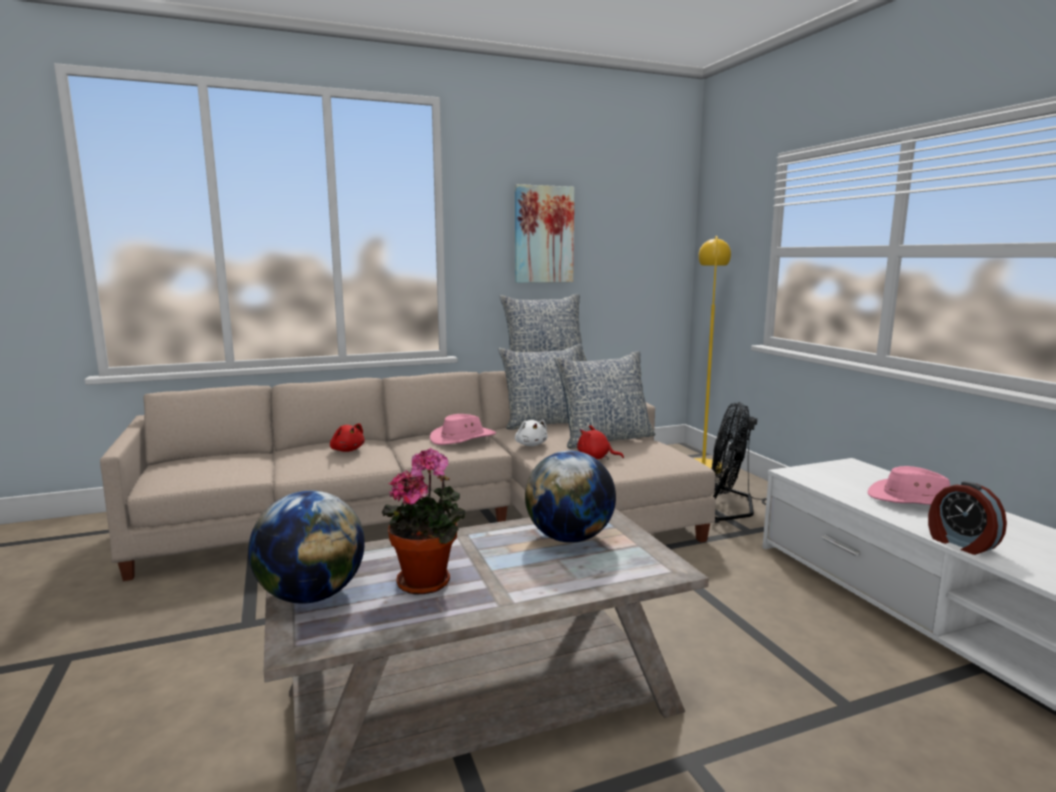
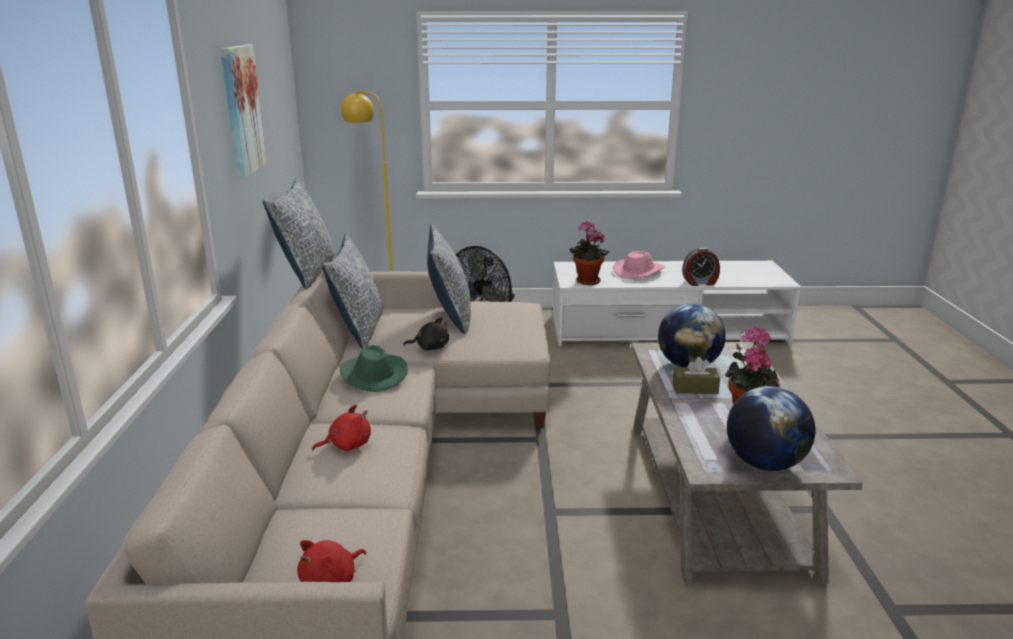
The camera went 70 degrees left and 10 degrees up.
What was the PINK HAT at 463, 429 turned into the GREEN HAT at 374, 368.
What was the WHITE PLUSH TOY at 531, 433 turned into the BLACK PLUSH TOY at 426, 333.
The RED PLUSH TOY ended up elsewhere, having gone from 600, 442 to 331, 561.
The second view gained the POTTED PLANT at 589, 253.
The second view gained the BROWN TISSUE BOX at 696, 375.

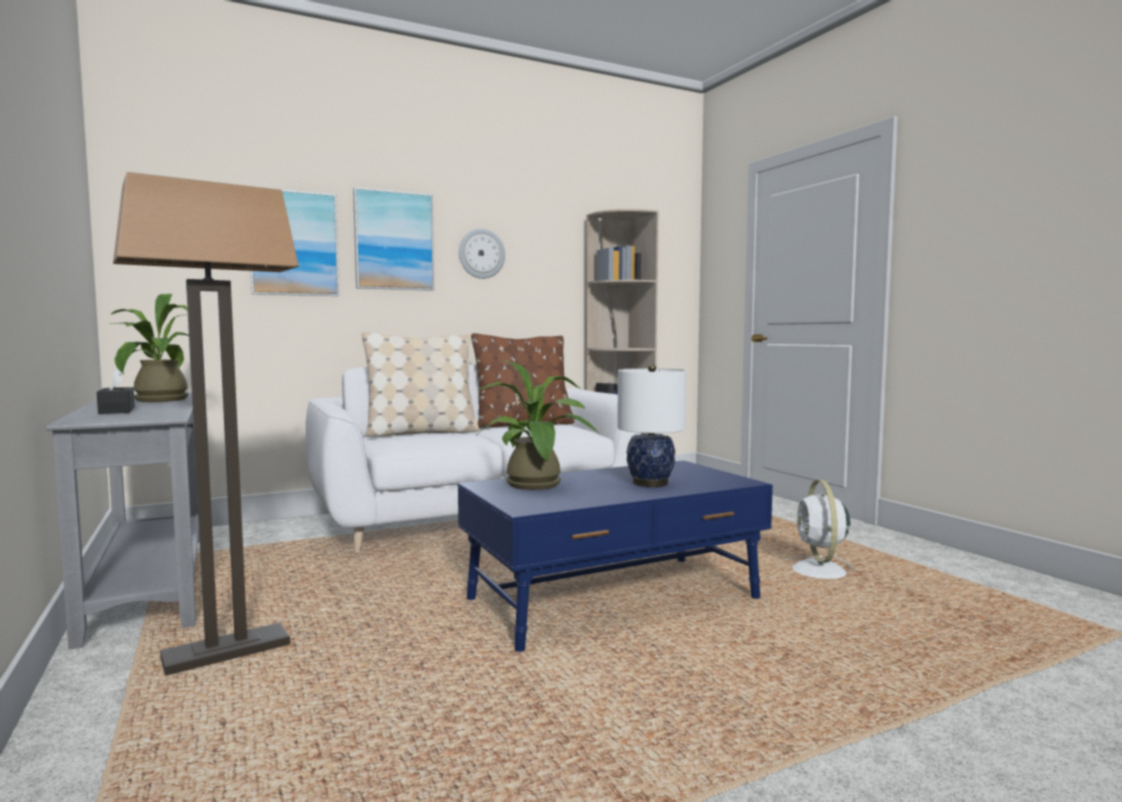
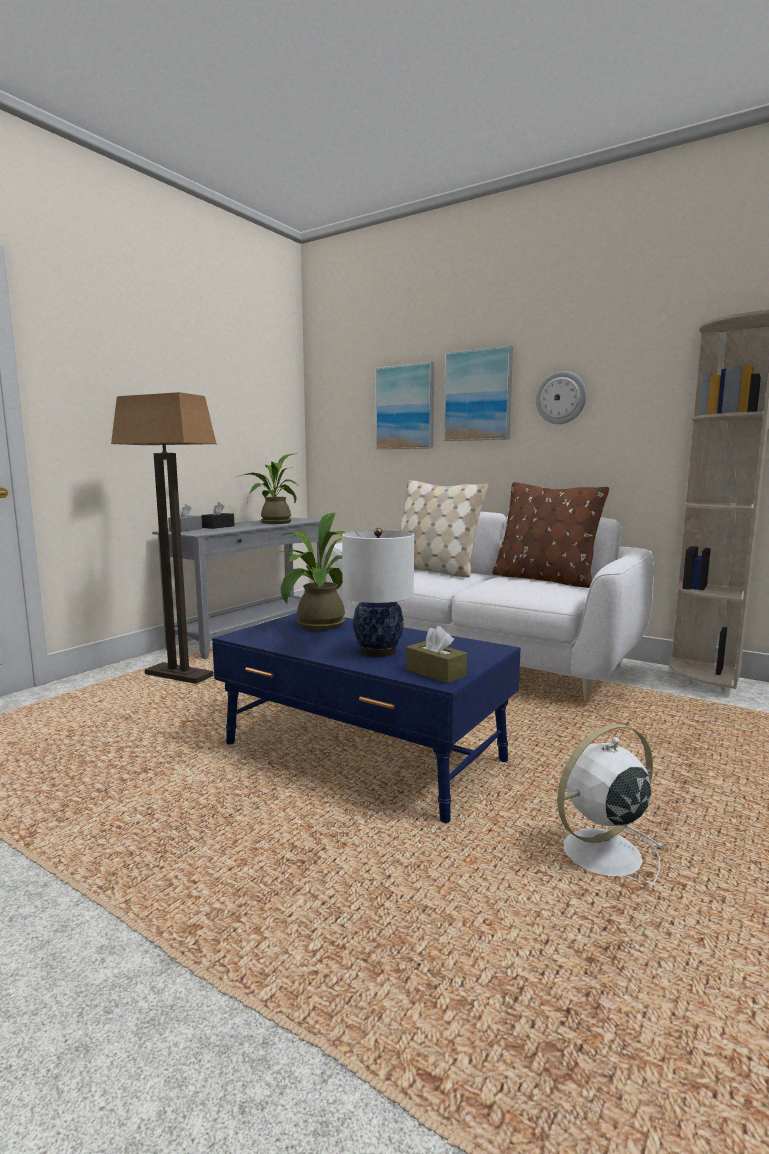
The camera went 60 degrees right and 5 degrees up.
The second view gained the GREY TISSUE BOX at 185, 518.
The second view gained the BROWN TISSUE BOX at 437, 655.

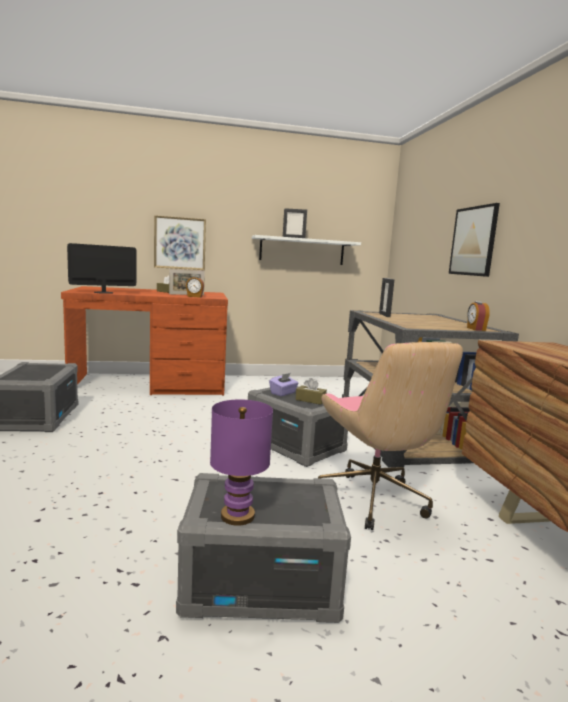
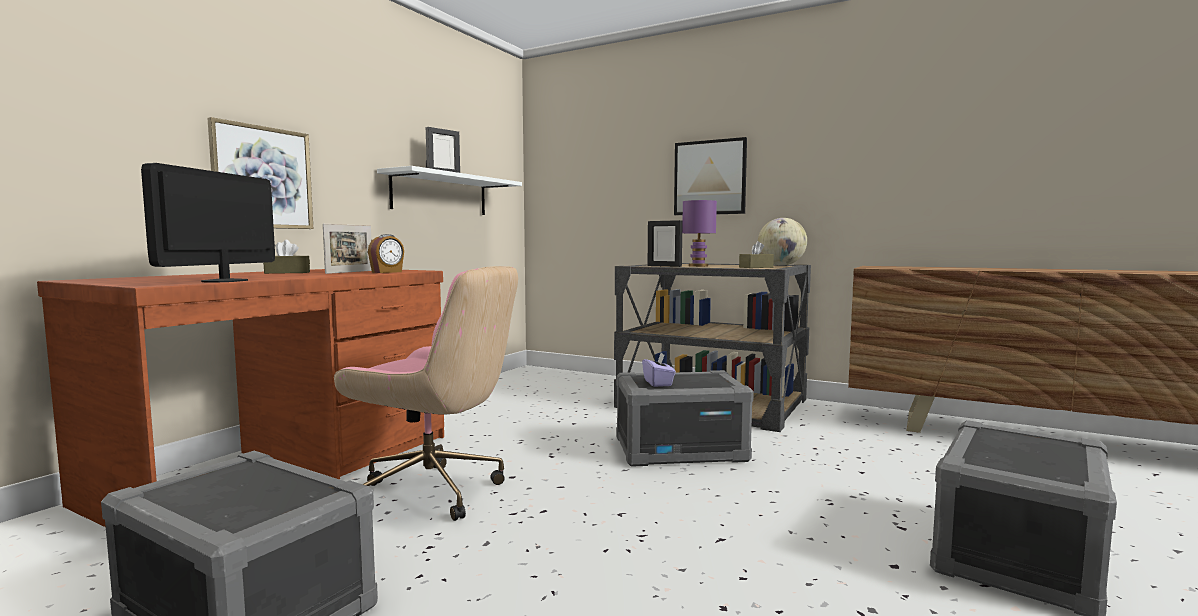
The camera went 50 degrees left and 5 degrees down.
The PURPLE TABLE LAMP ended up elsewhere, having gone from 241, 462 to 699, 233.
The BROWN TISSUE BOX ended up elsewhere, having gone from 311, 391 to 756, 254.
The PINK OFFICE CHAIR ended up elsewhere, having gone from 390, 436 to 426, 393.
Where the ALARM CLOCK stood at 478, 316, the GLOBE came to stand at 782, 242.

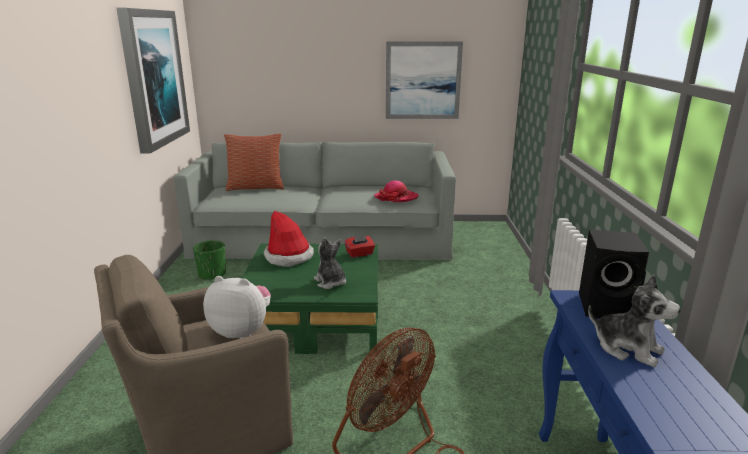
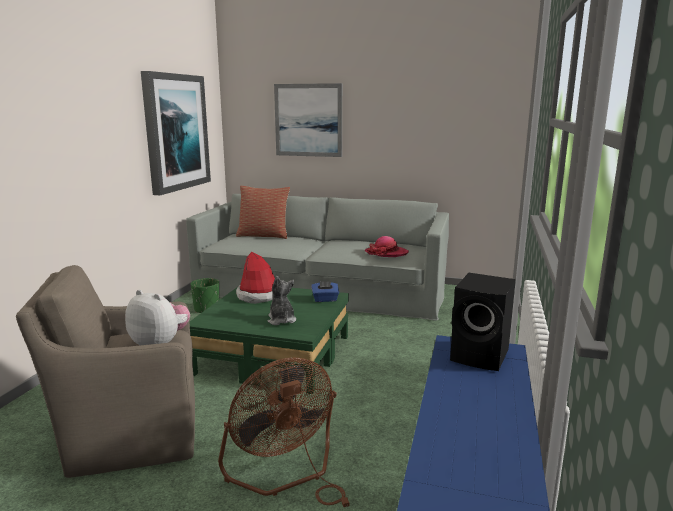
The camera went 15 degrees right and 5 degrees down.
What was the RED TISSUE BOX at 359, 246 turned into the BLUE TISSUE BOX at 325, 291.
The PICTURE ended up elsewhere, having gone from 424, 80 to 308, 120.
The second view lost the PLUSH TOY at 634, 321.

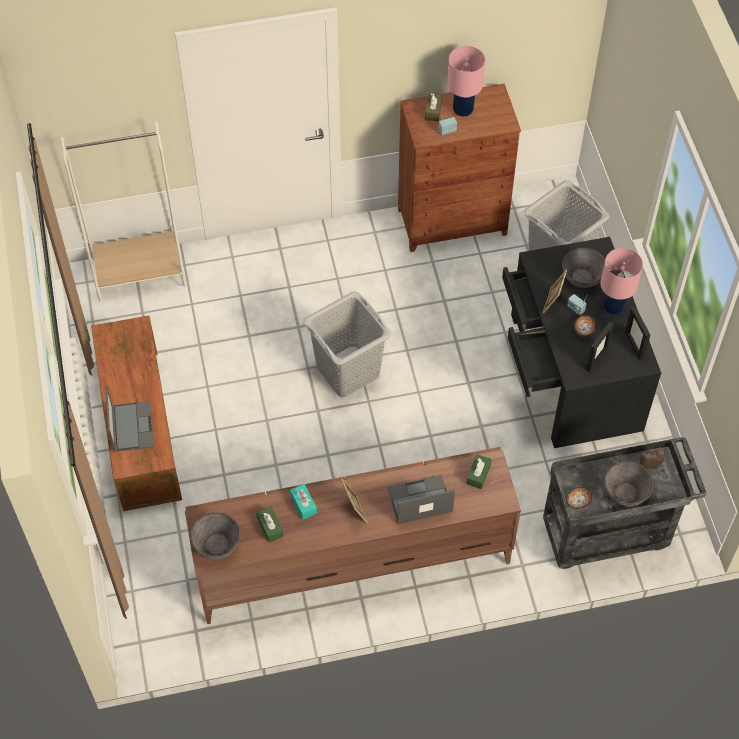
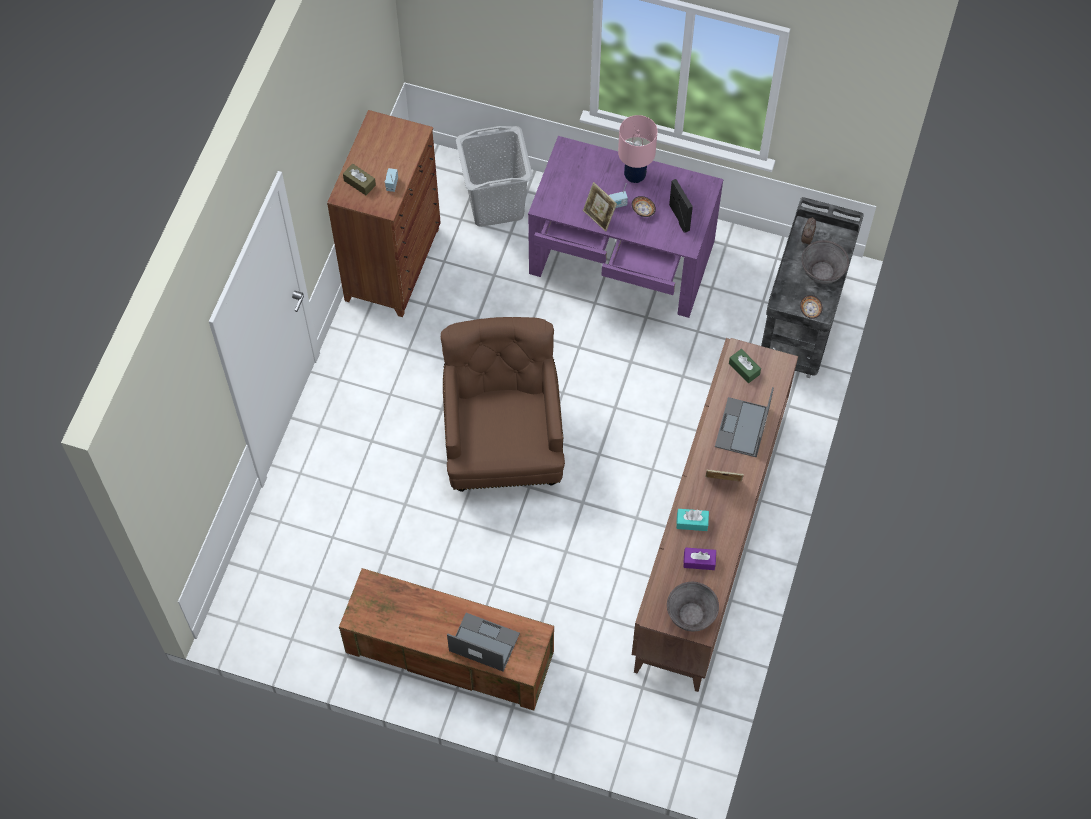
The camera went 60 degrees left and 5 degrees up.
The second view lost the CLOTHES RACK at 123, 211.
What was the GREEN TISSUE BOX at 269, 524 turned into the PURPLE TISSUE BOX at 699, 558.
Where the GREY LAUNDRY BASKET stood at 347, 344, the BROWN ARMCHAIR came to stand at 502, 404.
The second view lost the PINK TABLE LAMP at 466, 81.
What was the BLACK DESK at 581, 342 turned into the PURPLE DESK at 626, 227.
The second view lost the GREY BOWL at 583, 268.
The second view lost the PICTURE FRAME at 637, 333.

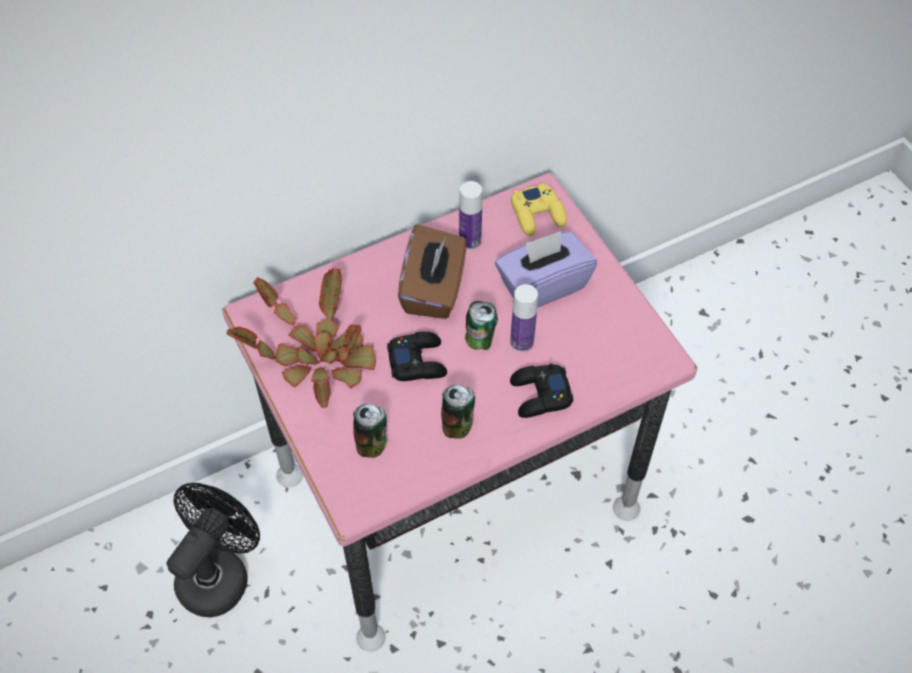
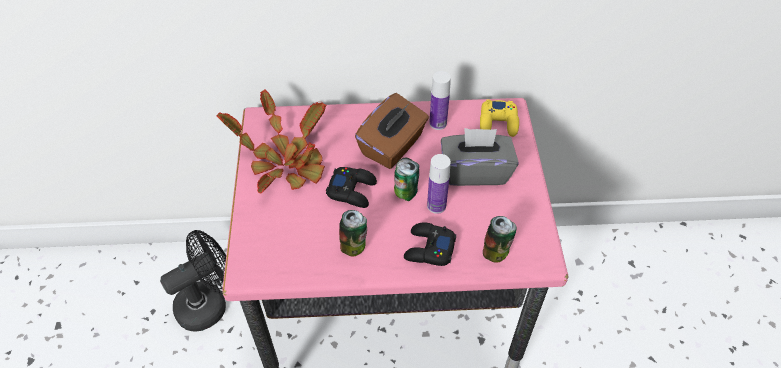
The camera went 25 degrees right and 5 degrees down.
The CAN ended up elsewhere, having gone from 370, 431 to 500, 239.
What was the PURPLE TISSUE BOX at 546, 269 turned into the GREY TISSUE BOX at 479, 157.

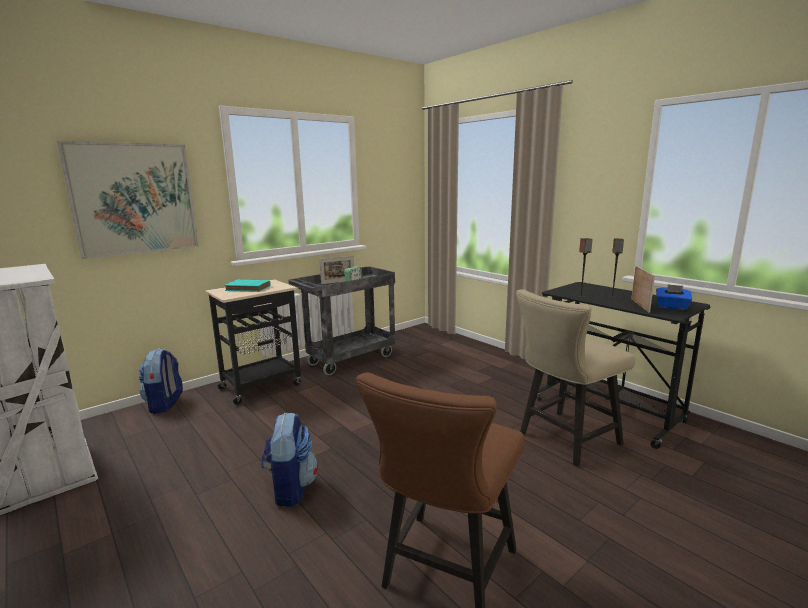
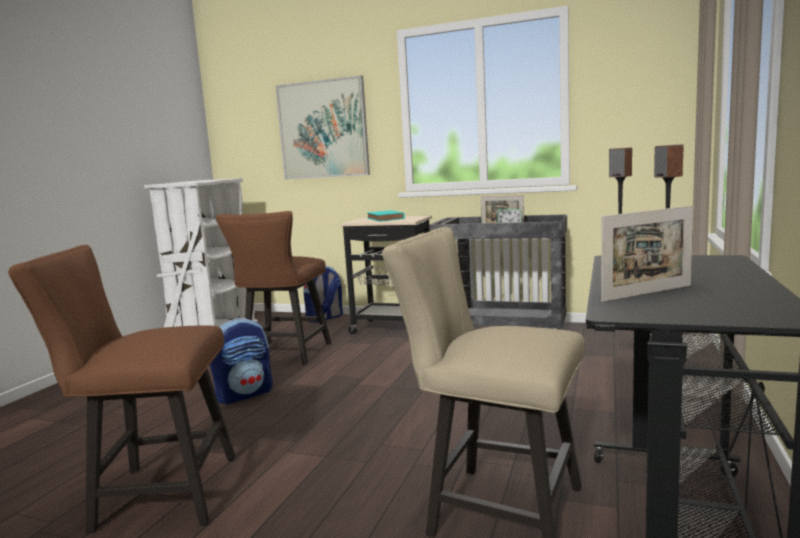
The camera went 60 degrees right and 5 degrees down.
The second view lost the BLUE TISSUE BOX at 674, 297.
The second view gained the BROWN CHAIR at 274, 288.

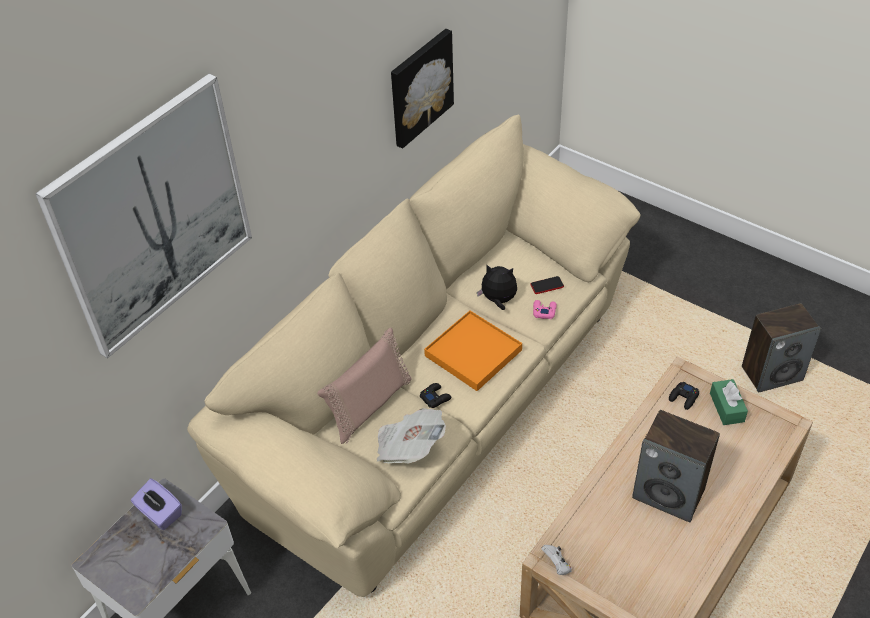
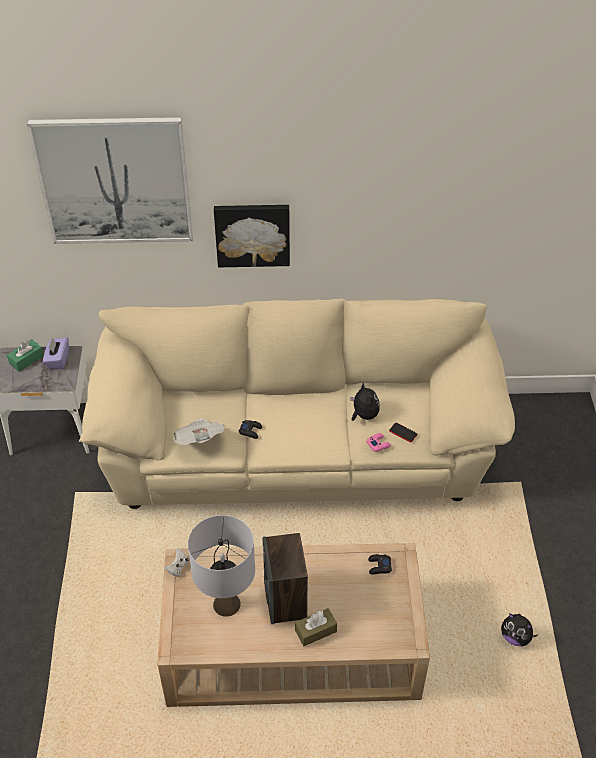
The camera went 50 degrees right and 0 degrees up.
The second view lost the BEIGE PILLOW at 364, 386.
The PICTURE ended up elsewhere, having gone from 422, 89 to 252, 236.
The second view lost the ORANGE TRAY at 473, 350.
The GREEN TISSUE BOX ended up elsewhere, having gone from 729, 402 to 25, 355.
Where the SPEAKER stood at 781, 348, the PLUSH TOY came to stand at 519, 630.
The second view gained the GREY TABLE LAMP at 221, 566.
The second view gained the BROWN TISSUE BOX at 316, 627.

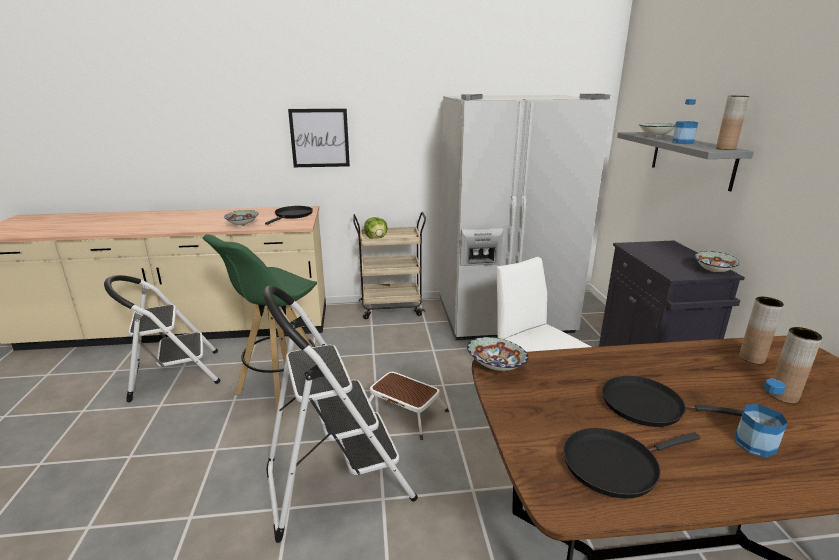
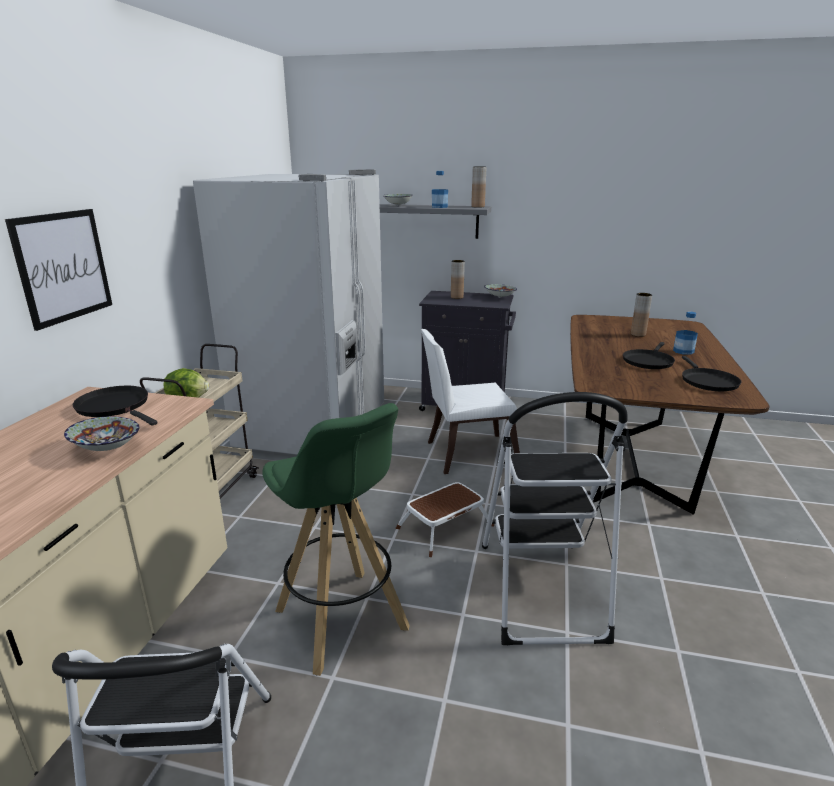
The camera went 70 degrees left and 0 degrees up.
The second view lost the BOWL at 497, 354.
The BROWN VASE ended up elsewhere, having gone from 761, 330 to 458, 279.

